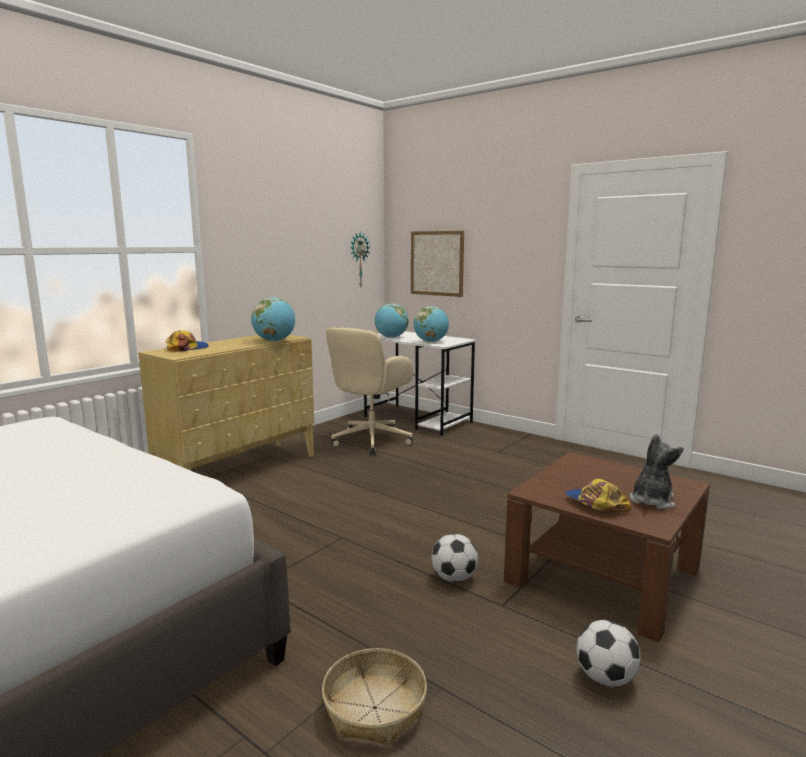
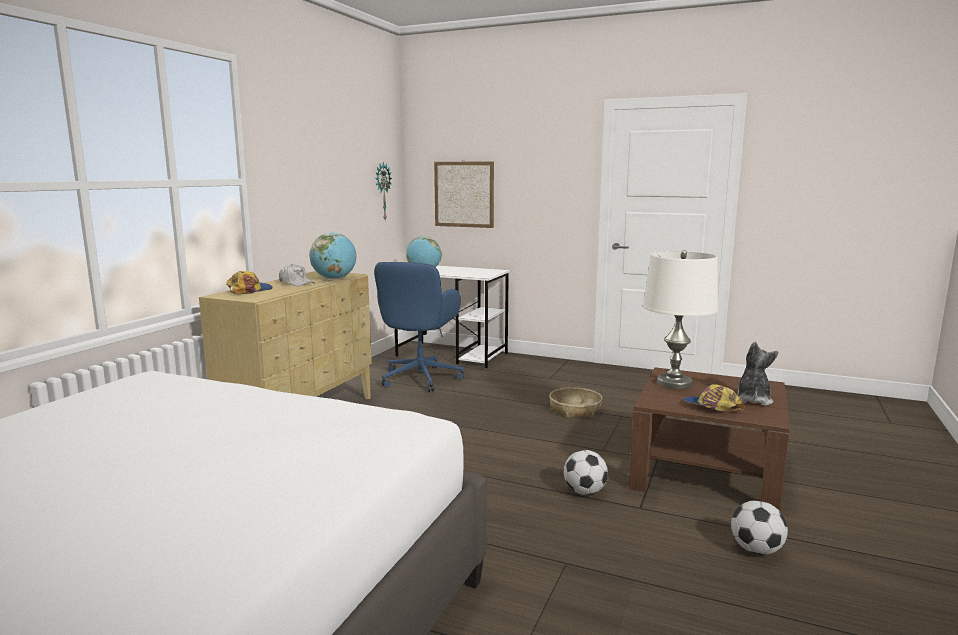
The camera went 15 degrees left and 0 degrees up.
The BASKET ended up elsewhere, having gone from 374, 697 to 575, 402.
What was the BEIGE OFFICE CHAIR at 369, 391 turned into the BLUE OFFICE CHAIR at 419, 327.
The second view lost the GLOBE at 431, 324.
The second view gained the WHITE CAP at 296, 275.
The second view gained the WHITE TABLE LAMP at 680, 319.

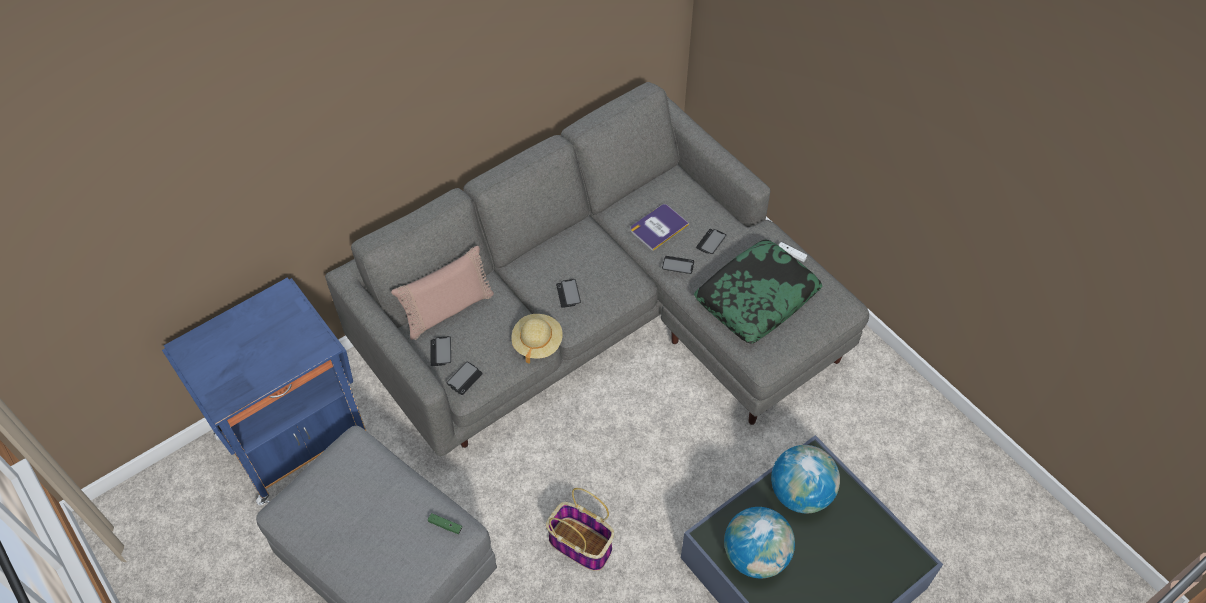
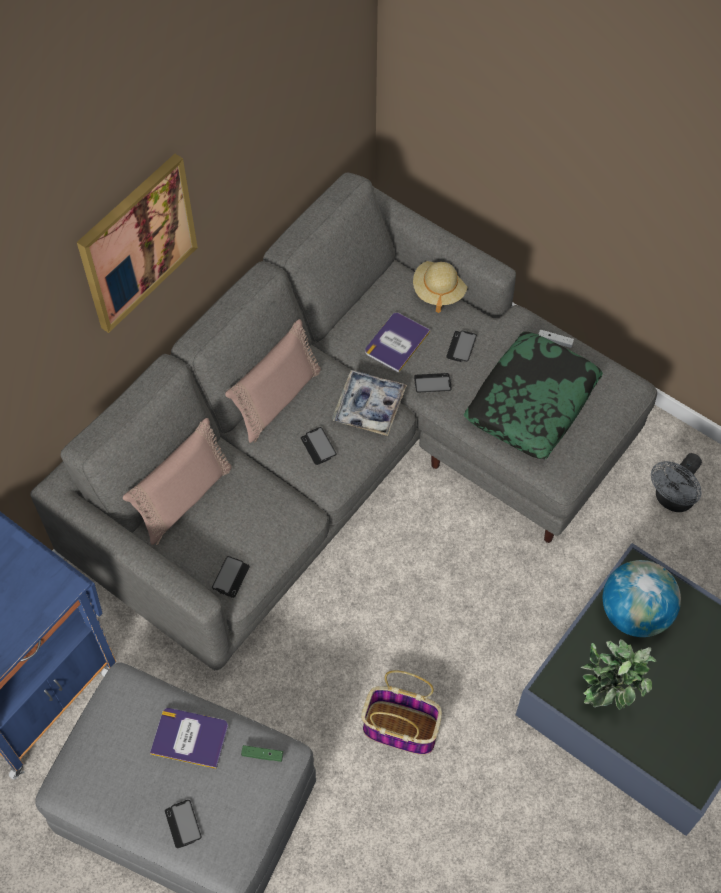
The camera went 15 degrees left and 5 degrees up.
The PHONE ended up elsewhere, having gone from 440, 351 to 183, 824.
The BEIGE HAT ended up elsewhere, having gone from 537, 339 to 440, 287.
Where the GLOBE stood at 759, 542, the POTTED PLANT came to stand at 618, 674.
The second view gained the PICTURE at 137, 243.
The second view gained the BOOK at 189, 738.
The second view gained the BEIGE PILLOW at 273, 381.
The second view gained the TRAY at 369, 403.
The second view gained the GREY FAN at 676, 482.

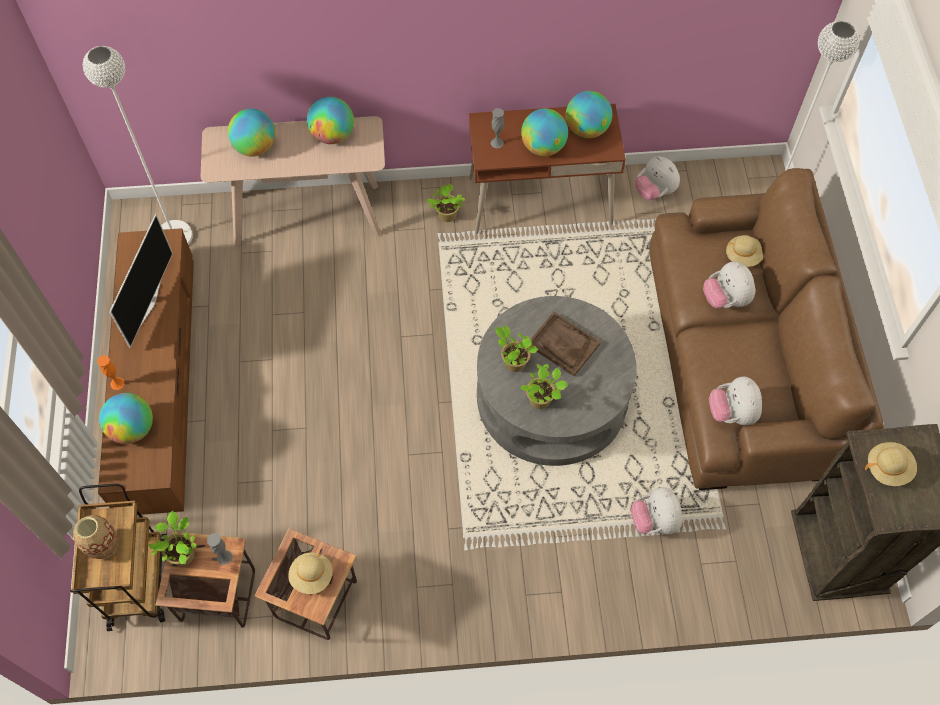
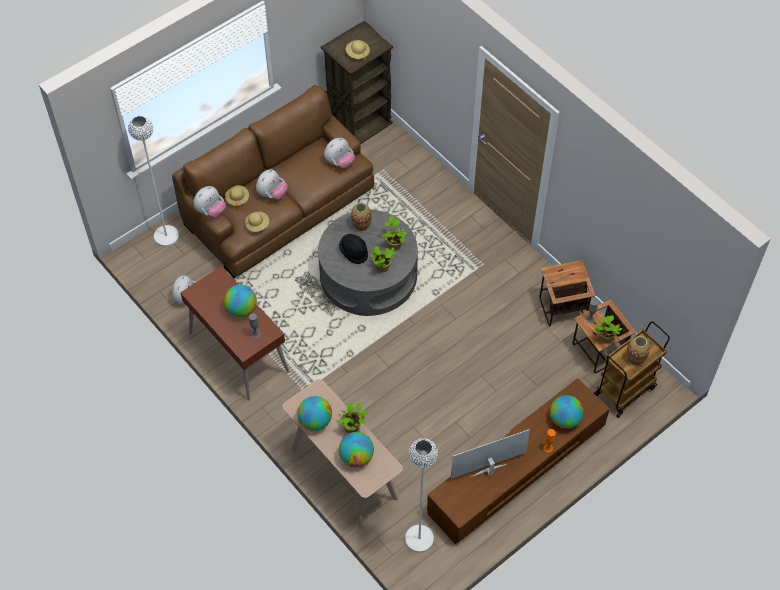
The camera went 125 degrees left and 5 degrees down.
The BEIGE HAT ended up elsewhere, having gone from 310, 573 to 257, 221.
The POTTED PLANT ended up elsewhere, having gone from 445, 203 to 352, 417.
Where the BROWN TRAY stood at 565, 344, the BLACK HAT came to stand at 353, 249.
The second view lost the GLOBE at 589, 114.
The PLUSH TOY ended up elsewhere, having gone from 656, 511 to 209, 202.
The second view gained the VASE at 361, 216.

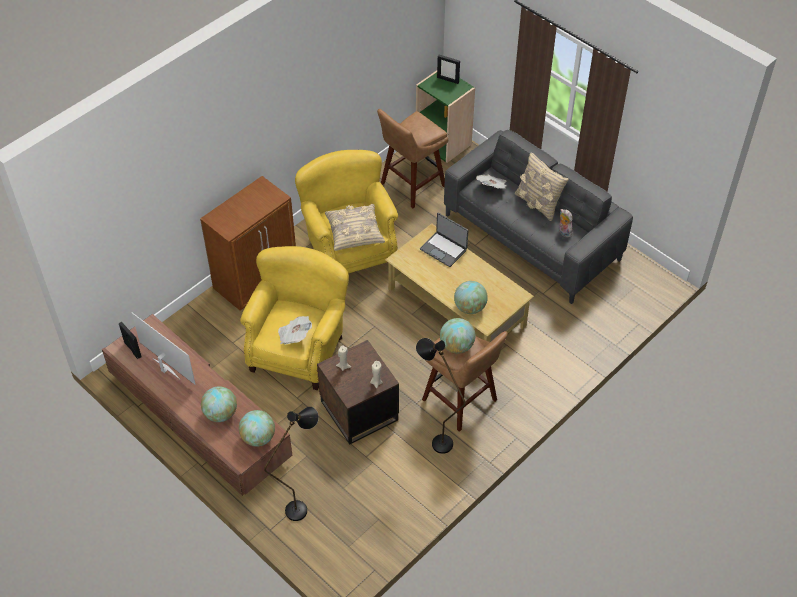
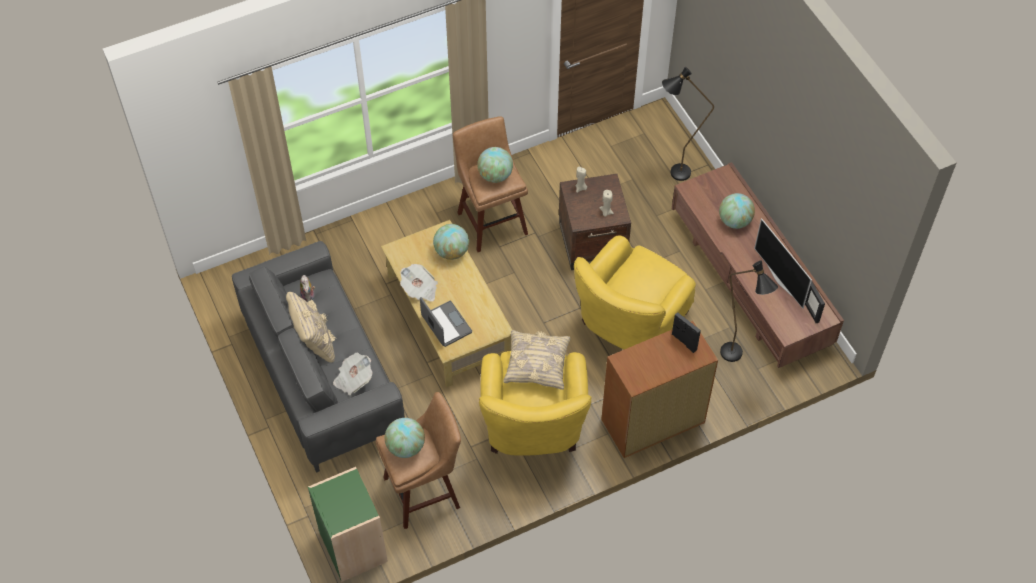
The camera went 160 degrees left and 5 degrees up.
The GLOBE ended up elsewhere, having gone from 257, 428 to 405, 438.
The NEWSPAPER ended up elsewhere, having gone from 295, 330 to 419, 283.
The BLACK FLOOR LAMP ended up elsewhere, having gone from 441, 396 to 749, 311.
The PICTURE FRAME ended up elsewhere, having gone from 448, 69 to 686, 332.

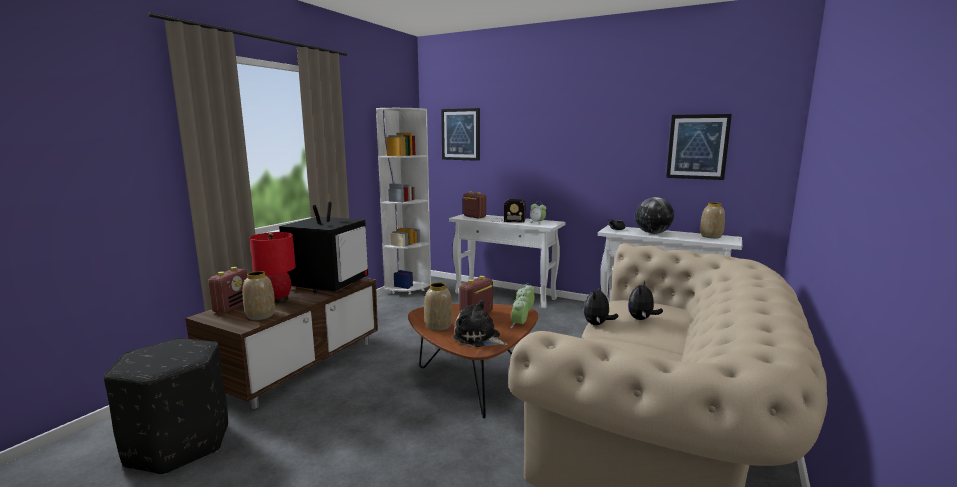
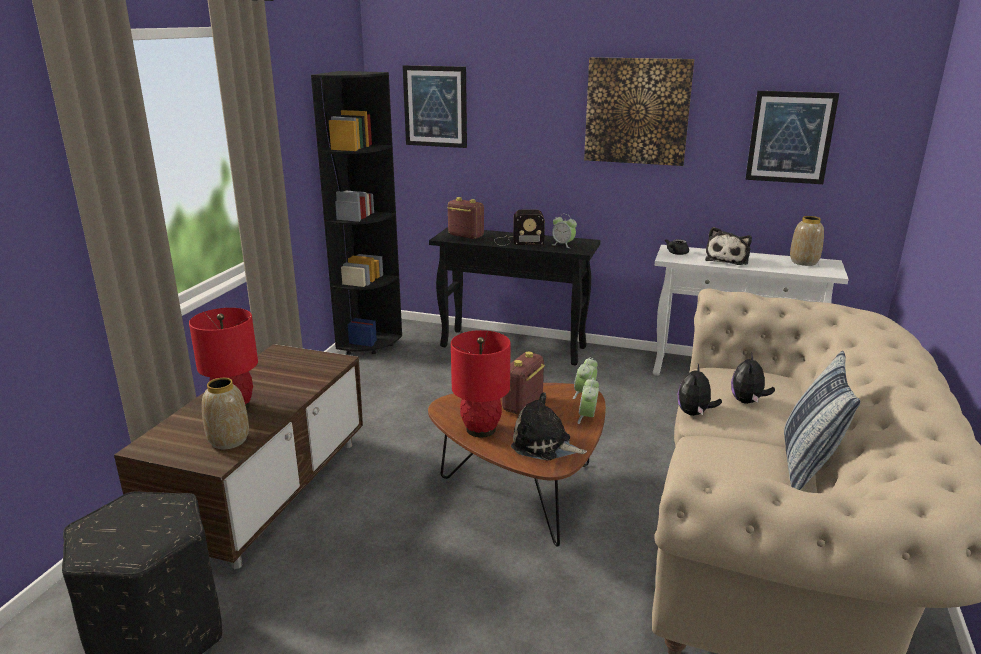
The camera went 10 degrees left and 10 degrees up.
The second view lost the RADIO at 228, 290.
The second view lost the TELEVISION at 323, 247.
What was the WHITE BOOKCASE at 403, 201 turned into the BLACK BOOKCASE at 356, 212.
Where the VASE stood at 438, 306, the RED TABLE LAMP came to stand at 481, 384.
What was the WHITE CONSOLE TABLE at 507, 261 turned into the BLACK CONSOLE TABLE at 514, 296.
Where the GLOBE stood at 654, 215, the PLUSH TOY came to stand at 728, 246.
The second view gained the PICTURE at 639, 111.
The second view gained the PILLOW at 822, 420.

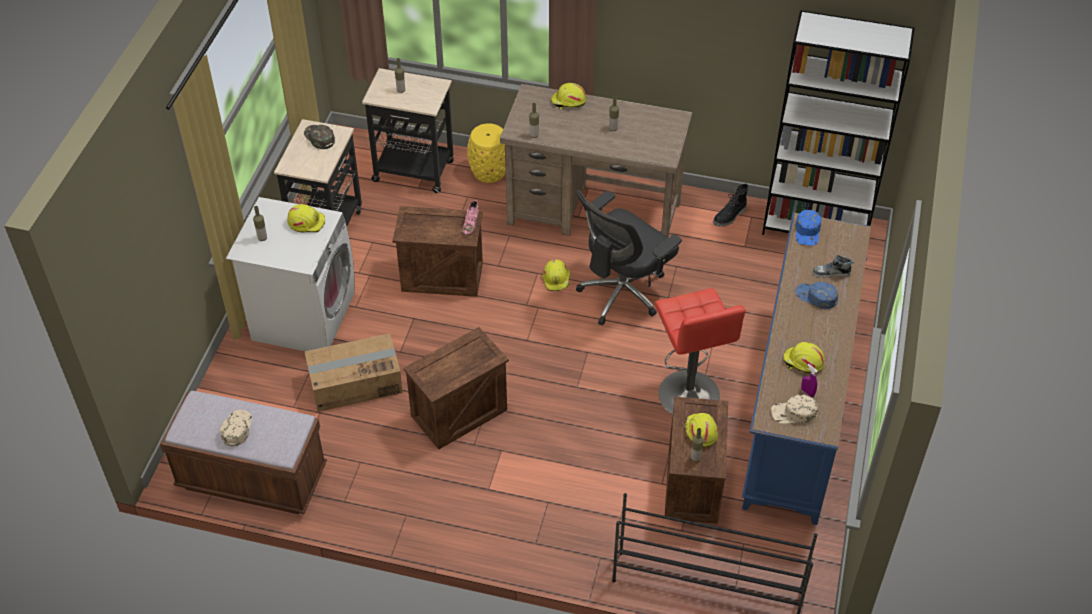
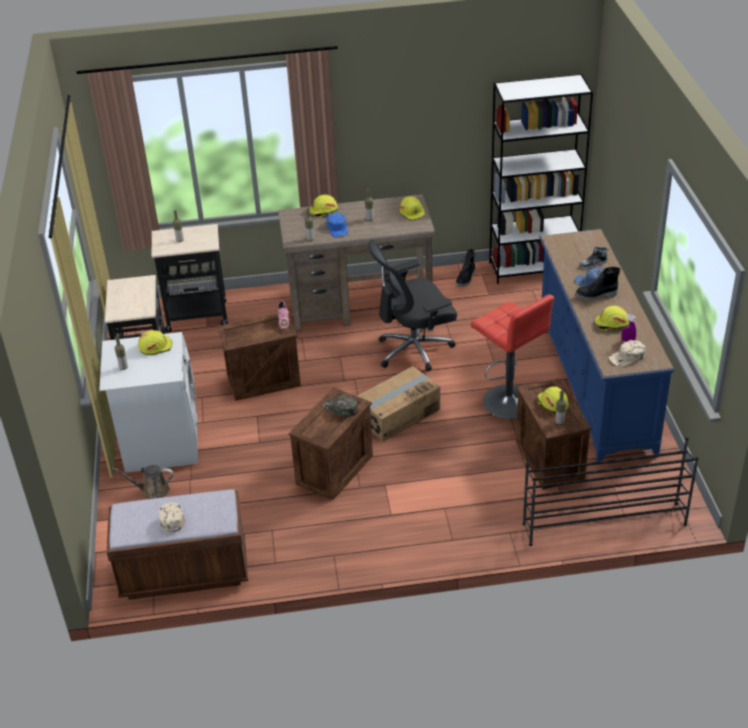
The camera went 20 degrees left and 10 degrees down.
The GREEN CAP ended up elsewhere, having gone from 319, 137 to 340, 406.
The CARDBOARD BOX ended up elsewhere, having gone from 353, 372 to 398, 404.
The second view lost the YELLOW STOOL at 486, 153.
The YELLOW HARD HAT ended up elsewhere, having gone from 556, 275 to 413, 208.
The OFFICE CHAIR at 629, 257 ended up facing another way, 45 degrees clockwise from before.
The BLUE CAP ended up elsewhere, having gone from 808, 228 to 337, 224.
The second view gained the BROWN WATERING CAN at 143, 482.
The second view gained the BLACK BOOT at 597, 284.

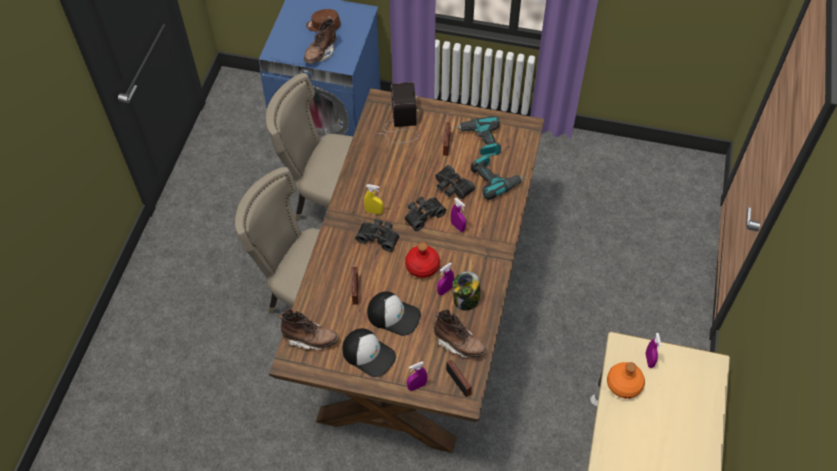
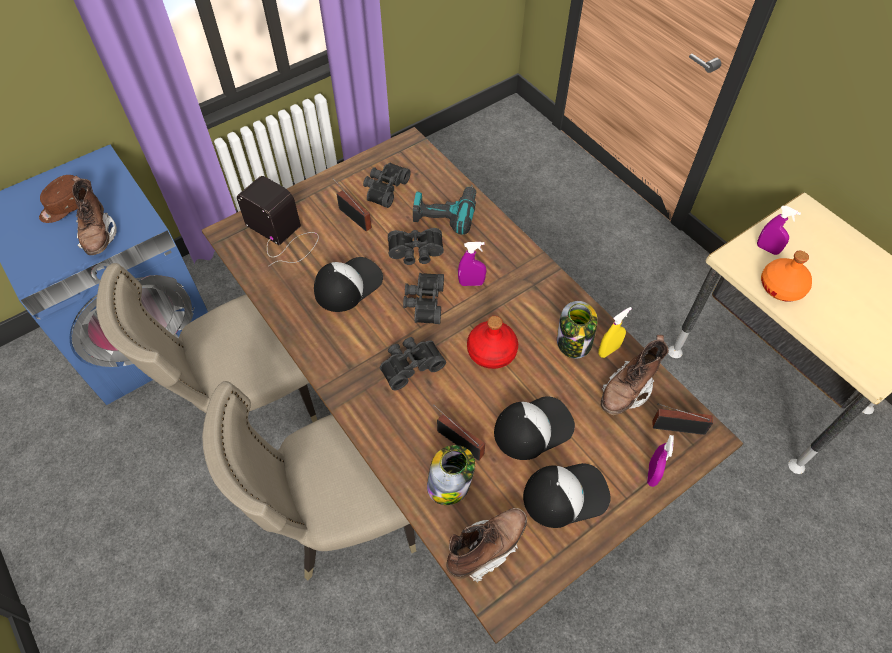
The camera went 50 degrees left and 0 degrees up.
The YELLOW SPRAY BOTTLE ended up elsewhere, having gone from 373, 199 to 615, 332.
The BROWN BOOT at 460, 333 ended up facing another way, 150 degrees clockwise from before.
The second view lost the PURPLE SPRAY BOTTLE at 445, 279.
Where the POWER DRILL stood at 478, 136, the BLACK BINOCULARS came to stand at 387, 185.
The second view gained the CAP at 348, 284.
The second view gained the JAR at 451, 475.

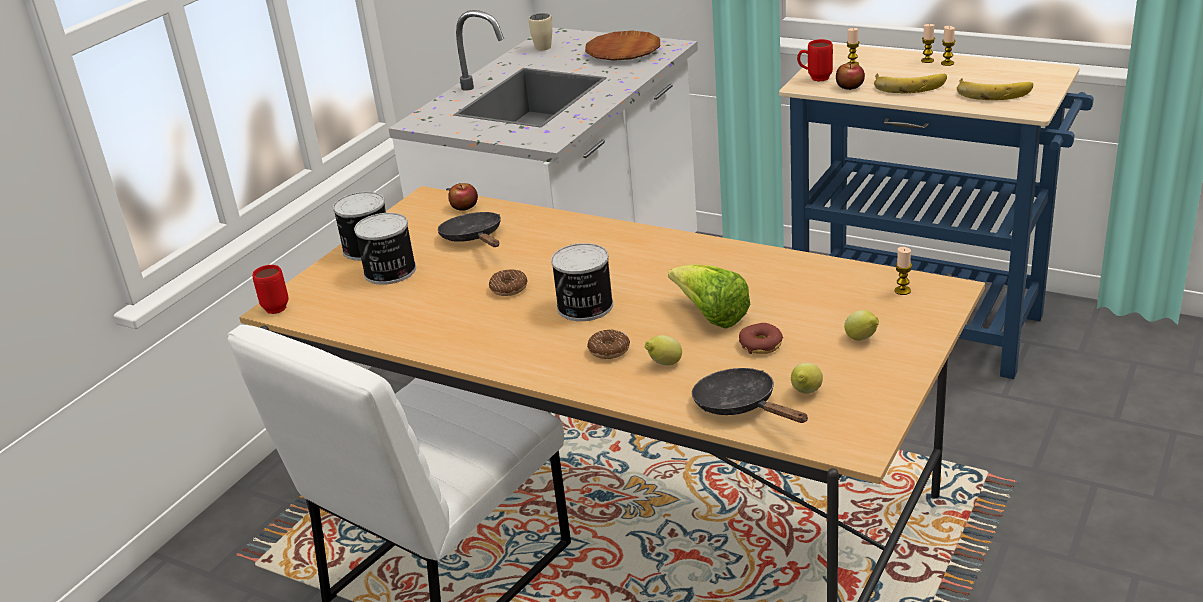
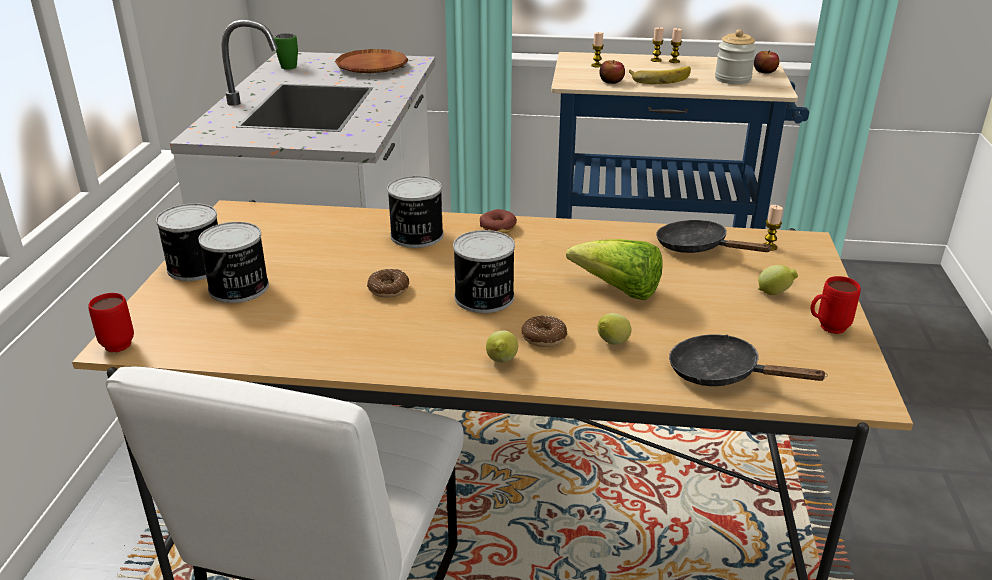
The camera went 25 degrees left and 0 degrees up.
The BLACK FRYING PAN ended up elsewhere, having gone from 469, 229 to 714, 236.
The APPLE ended up elsewhere, having gone from 463, 197 to 766, 62.
What was the BEIGE MUG at 540, 32 turned into the GREEN MUG at 286, 51.
The DONUT ended up elsewhere, having gone from 761, 338 to 498, 221.
The LEMON ended up elsewhere, having gone from 807, 378 to 502, 347.
The RED MUG ended up elsewhere, having gone from 815, 60 to 835, 305.
Where the BANANA stood at 995, 89, the JAR came to stand at 735, 56.
The second view gained the CAN at 415, 212.

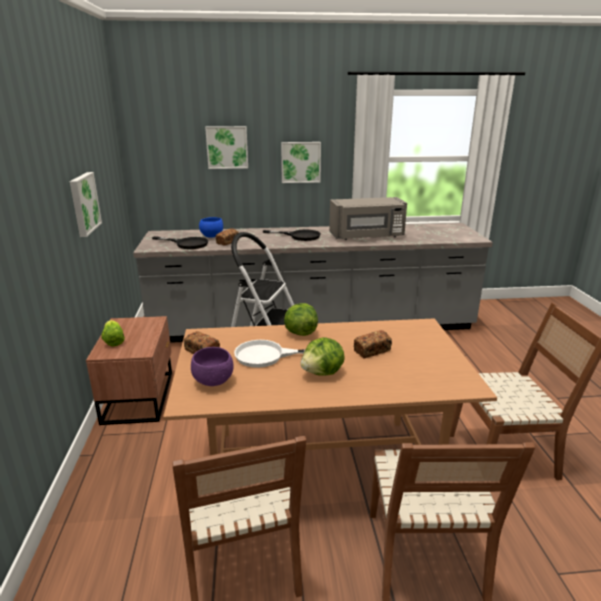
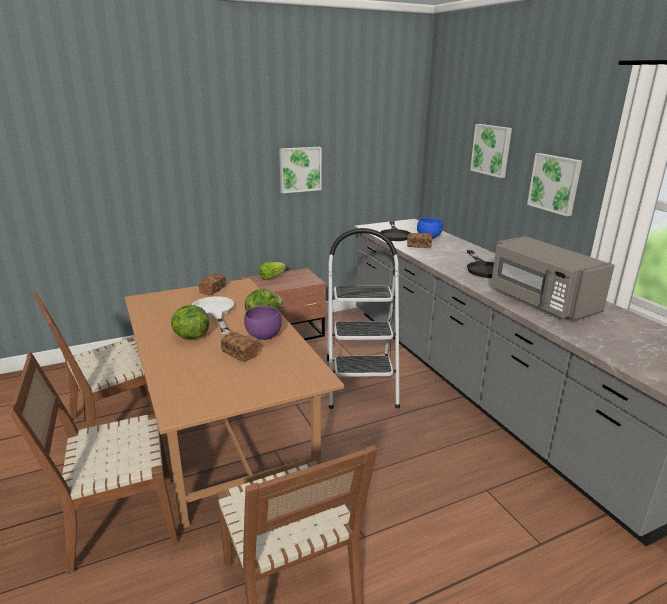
The camera went 70 degrees right and 0 degrees up.
The PURPLE BOWL ended up elsewhere, having gone from 212, 366 to 263, 323.

